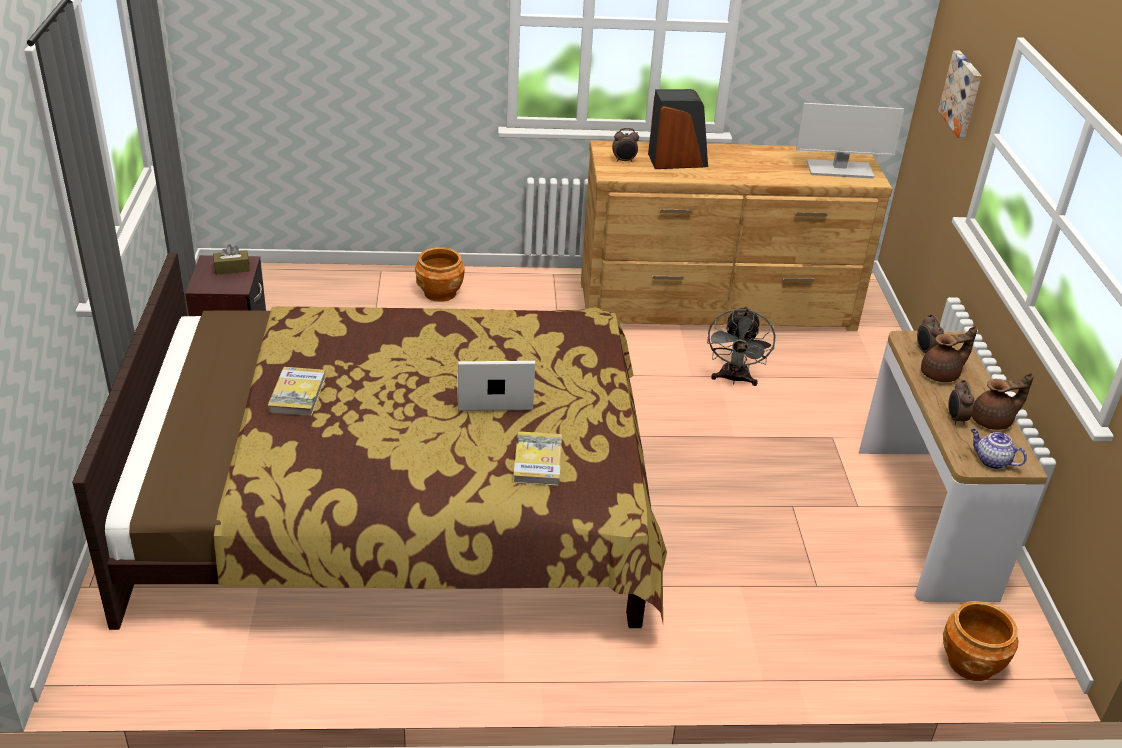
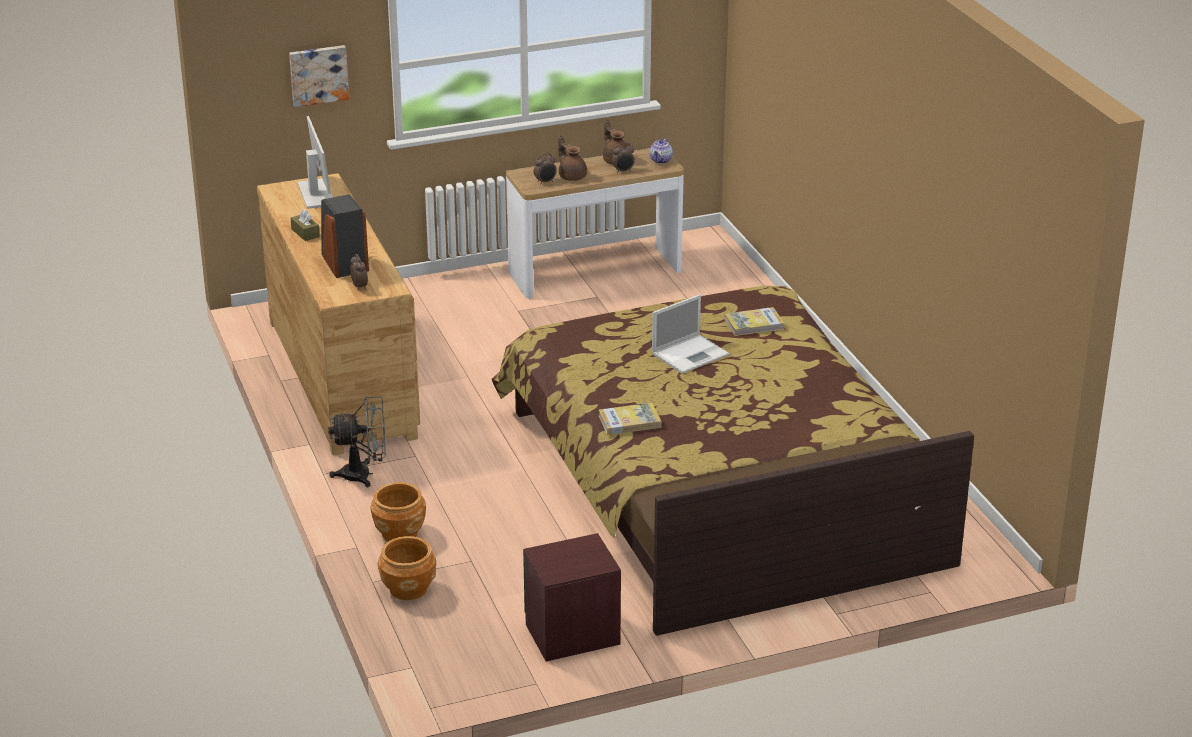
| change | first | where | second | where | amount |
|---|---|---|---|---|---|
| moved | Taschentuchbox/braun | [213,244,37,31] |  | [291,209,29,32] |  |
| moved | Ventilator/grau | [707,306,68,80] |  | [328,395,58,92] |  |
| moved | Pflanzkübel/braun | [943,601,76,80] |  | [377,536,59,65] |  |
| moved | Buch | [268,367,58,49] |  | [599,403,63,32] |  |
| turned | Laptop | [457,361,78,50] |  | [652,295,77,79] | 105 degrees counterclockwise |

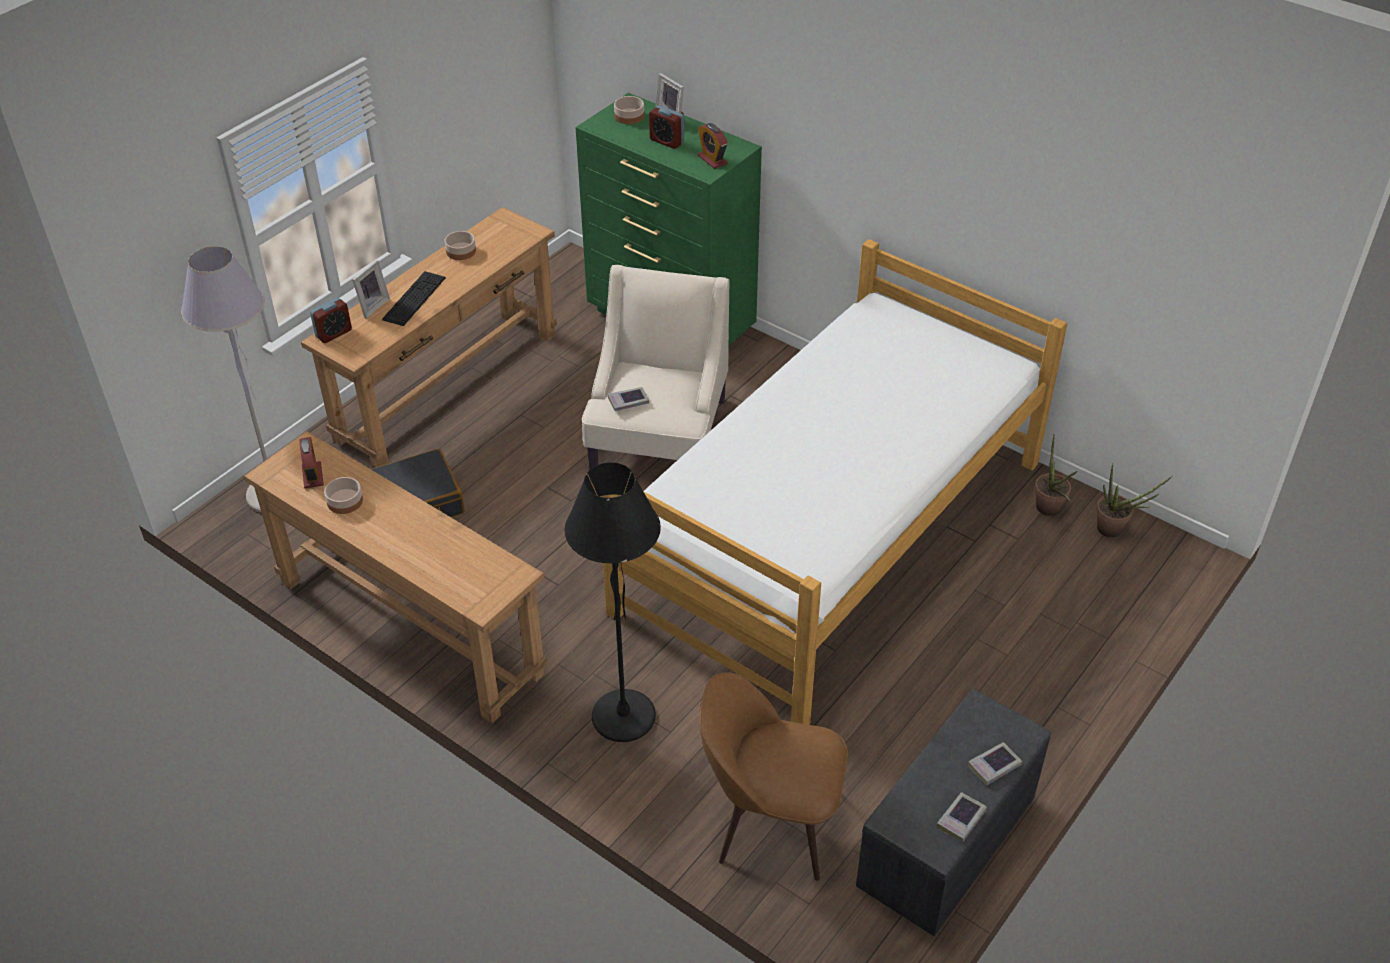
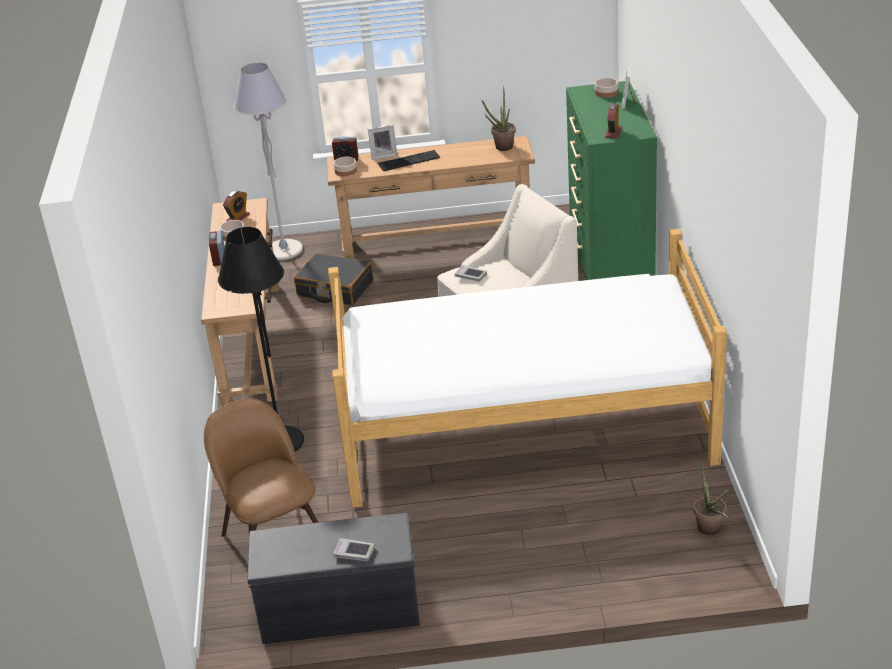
| change | first | where | second | where | amount |
|---|---|---|---|---|---|
| moved | Wecker | [649,106,35,43] |  | [209,231,16,35] |  |
| moved | Schüssel | [445,231,31,29] |  | [334,157,23,19] |  |
| moved | Topfpflanze | [1034,436,44,80] |  | [482,86,34,65] |  |
| removed | Buch | [937,792,50,50] |  |  |  |

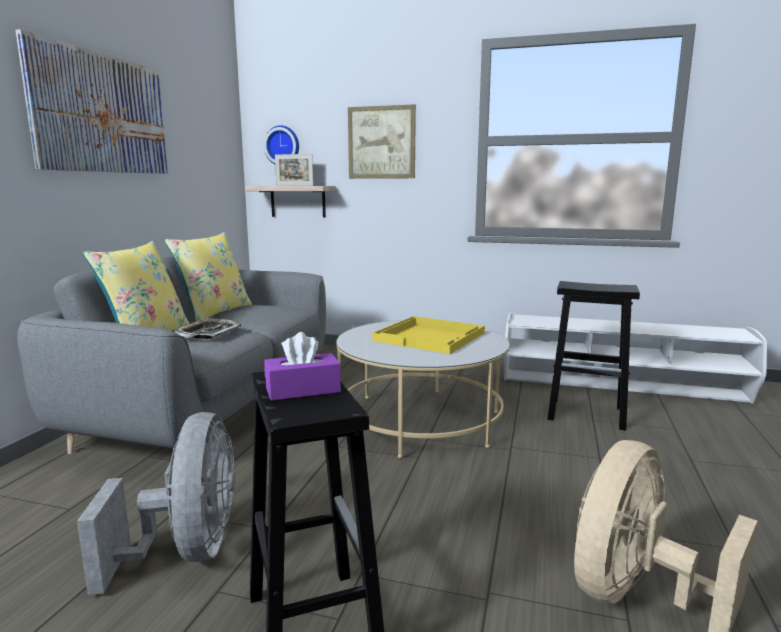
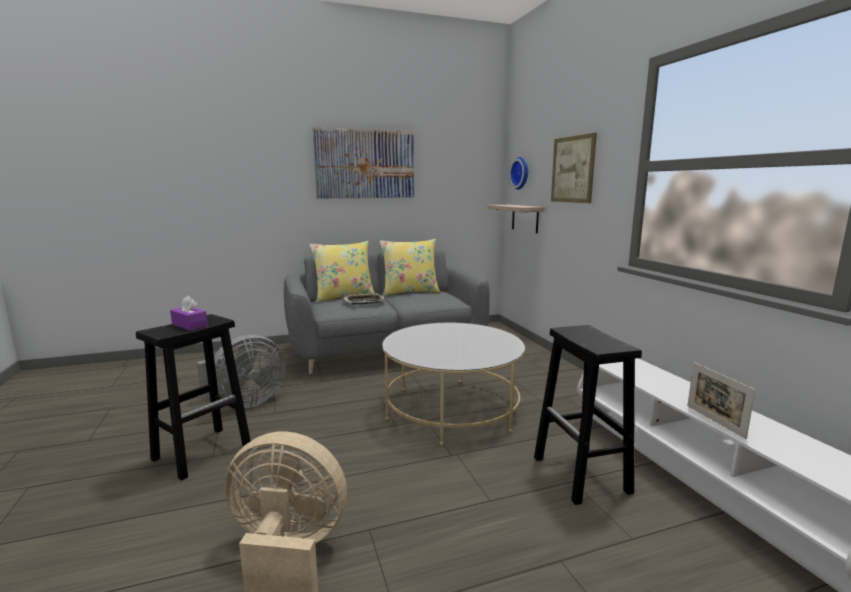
| change | first | where | second | where | amount |
|---|---|---|---|---|---|
| moved | Bilderrahmen | [275,154,39,32] |  | [687,362,68,77] |  |
| removed | Tablett/gelb | [372,316,113,38] |  |  |  |

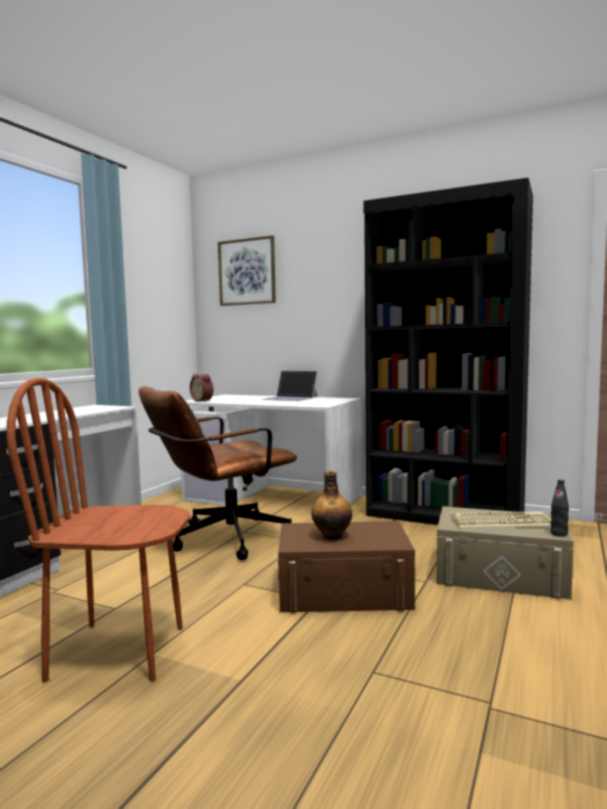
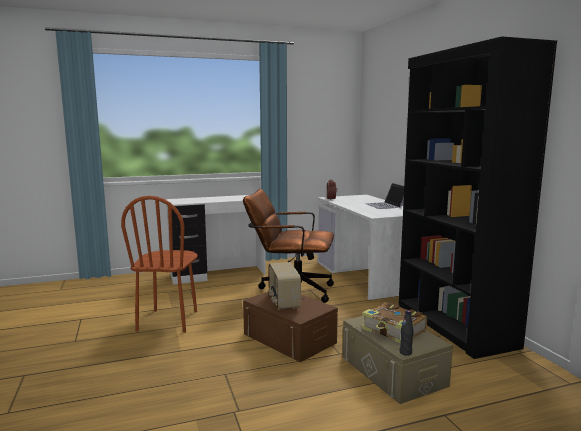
| change | first | where | second | where | amount |
|---|---|---|---|---|---|
| turned | Stuhl/braun | [6,378,184,305] |  | [121,196,76,137] | 135 degrees counterclockwise |
| replaced | Flasche | [311,471,41,69] | Radio | [268,262,33,48] |  |
| replaced | Tastatur | [451,511,100,18] | Buch | [362,303,65,41] |  |
| removed | Bild | [218,235,58,71] |  |  |  |

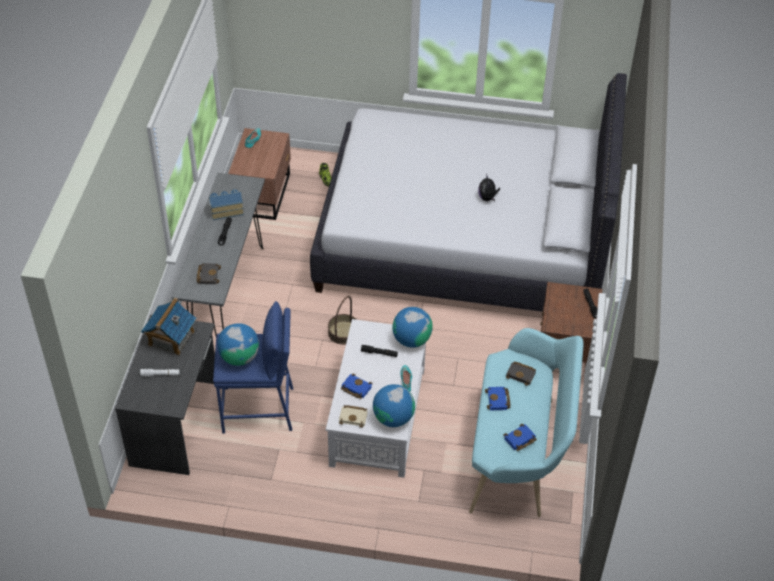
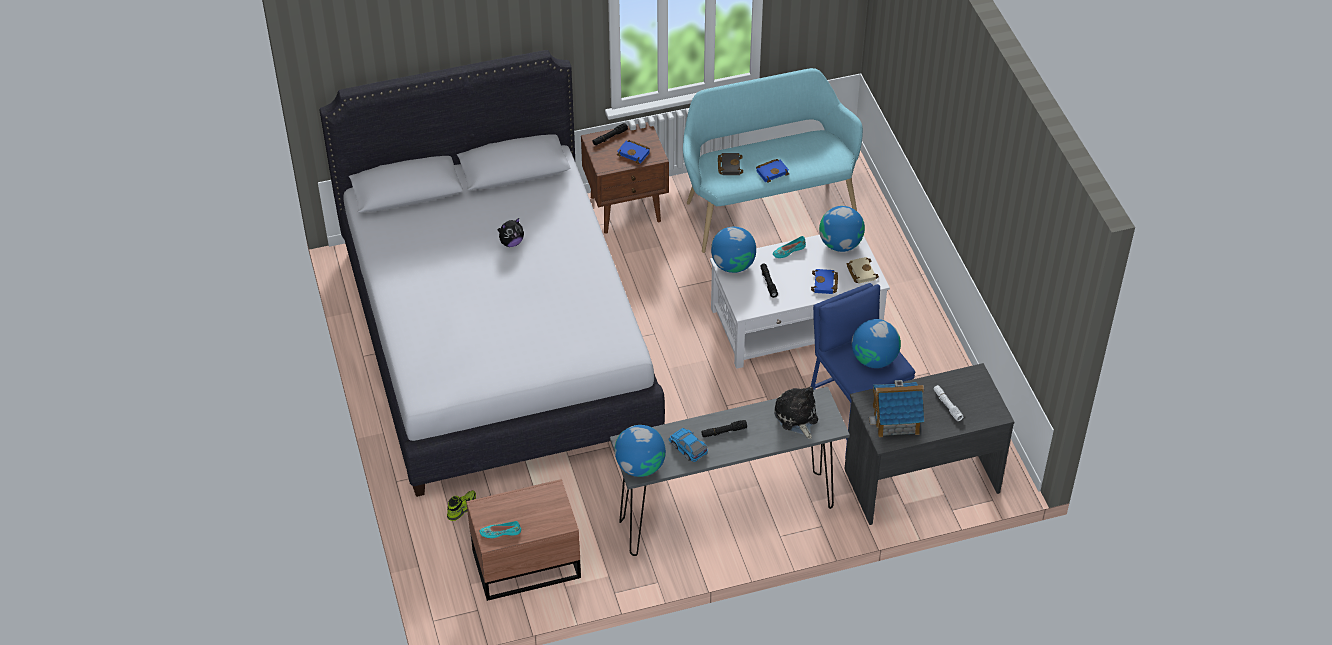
| change | first | where | second | where | amount |
|---|---|---|---|---|---|
| added |  |  | Globus | [615,425,51,52] |  |
| moved | Buch/blau | [503,424,34,27] |  | [617,140,33,24] |  |
| replaced | Spielzeughaus | [209,189,35,31] | Spielzeugauto | [668,428,40,34] |  |
| replaced | Buch/schwarz | [197,263,24,21] | Plüschtier | [774,386,44,53] |  |
| removed | Korb | [328,296,29,49] |  |  |  |

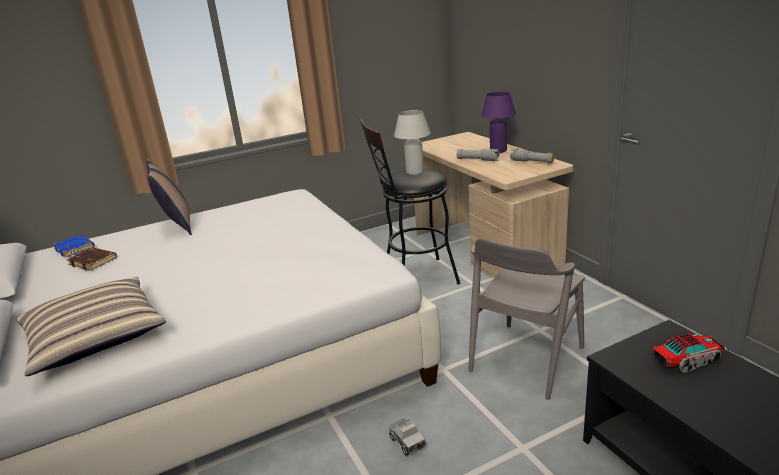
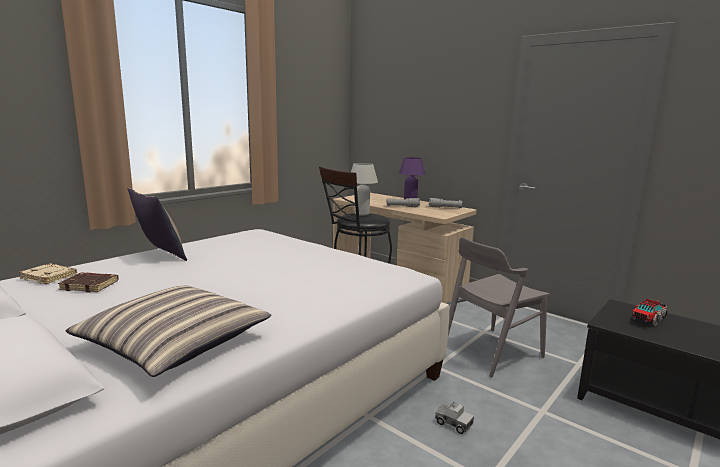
| change | first | where | second | where | amount |
|---|---|---|---|---|---|
| recoloured | Buch/blau | [53,235,42,23] | Buch/beige | [19,264,58,20] |  |
| turned | Stuhl/grau | [468,238,117,162] |  | [448,237,102,141] | 45 degrees clockwise |

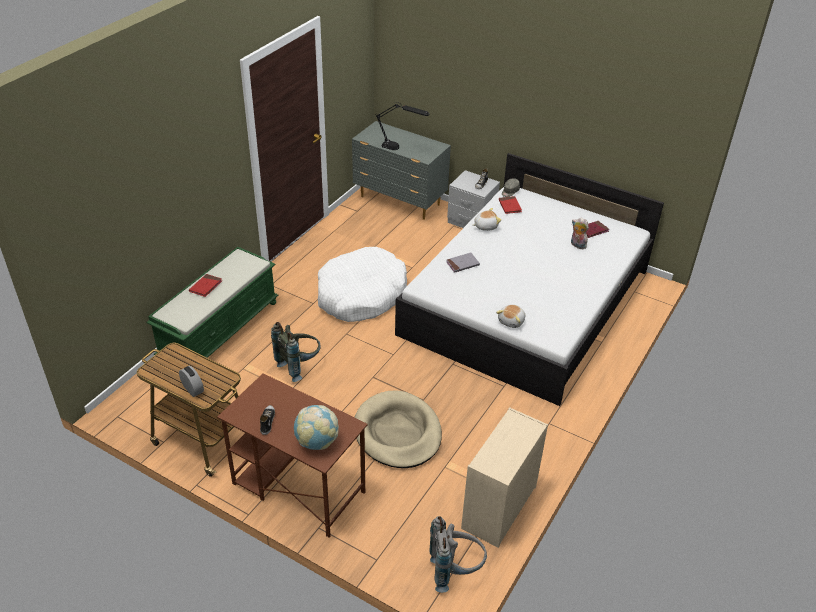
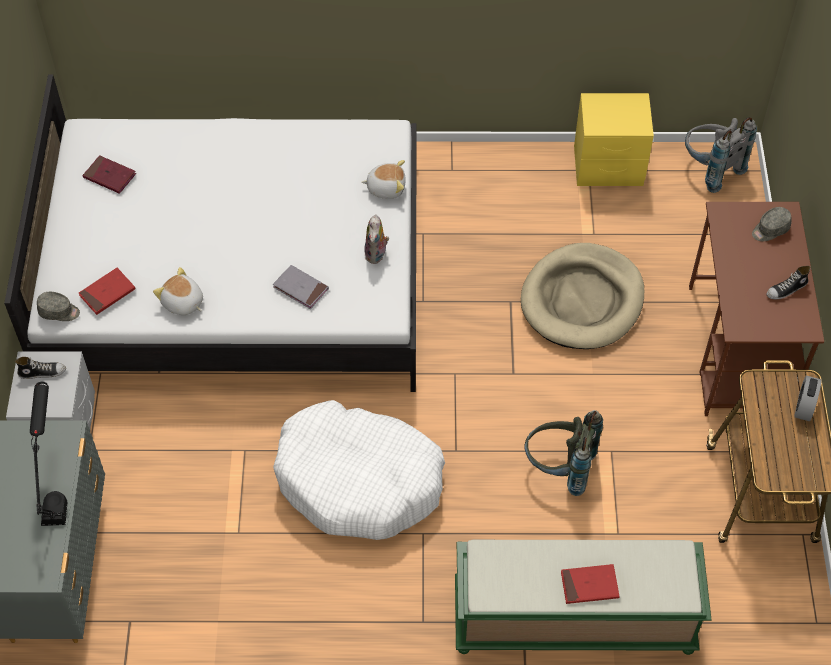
| change | first | where | second | where | amount |
|---|---|---|---|---|---|
| moved | Plüschtier | [571,218,18,31] |  | [364,215,25,49] |  |
| replaced | Kommode/beige | [461,407,87,141] | Nachttisch/gelb | [574,93,80,93] |  |
| replaced | Globus | [294,405,45,45] | Kappe/grau | [752,207,40,34] |  |

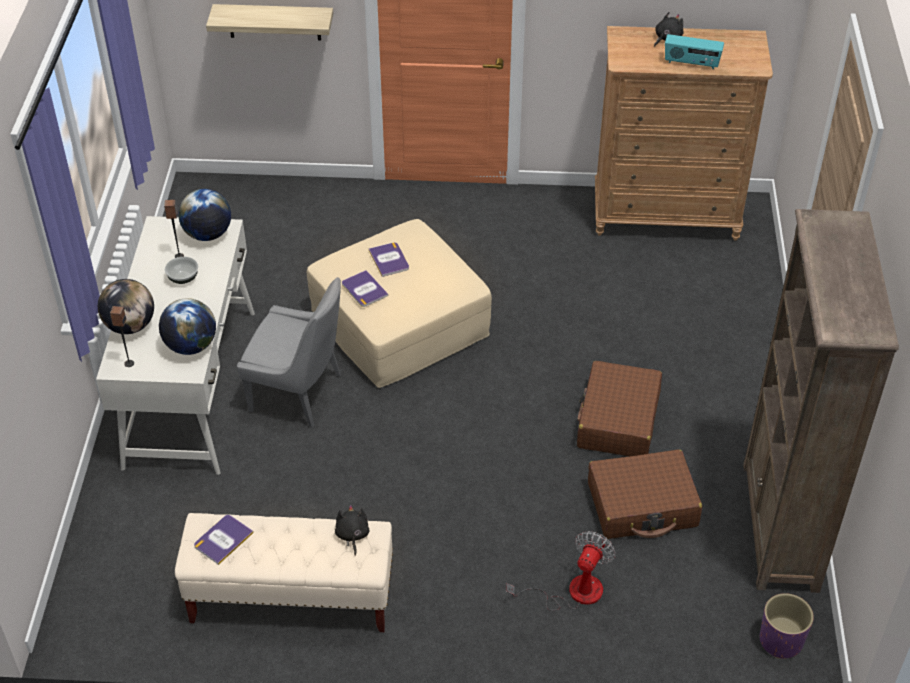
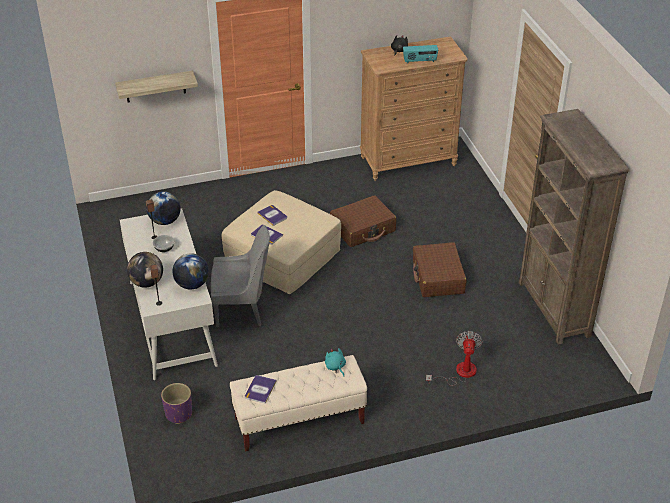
| change | first | where | second | where | amount |
|---|---|---|---|---|---|
| moved | Pflanzkübel/lila | [760,593,54,66] |  | [161,383,31,41] |  |
| recoloured | Plüschtier/schwarz | [335,505,35,51] | Plüschtier/türkis | [325,348,21,29] |  |
| moved | Koffer/braun | [588,449,114,90] |  | [330,195,66,52] |  |

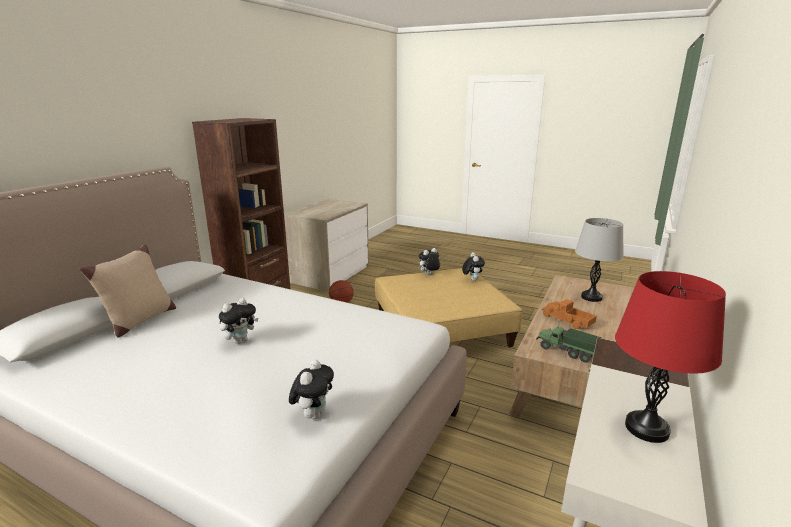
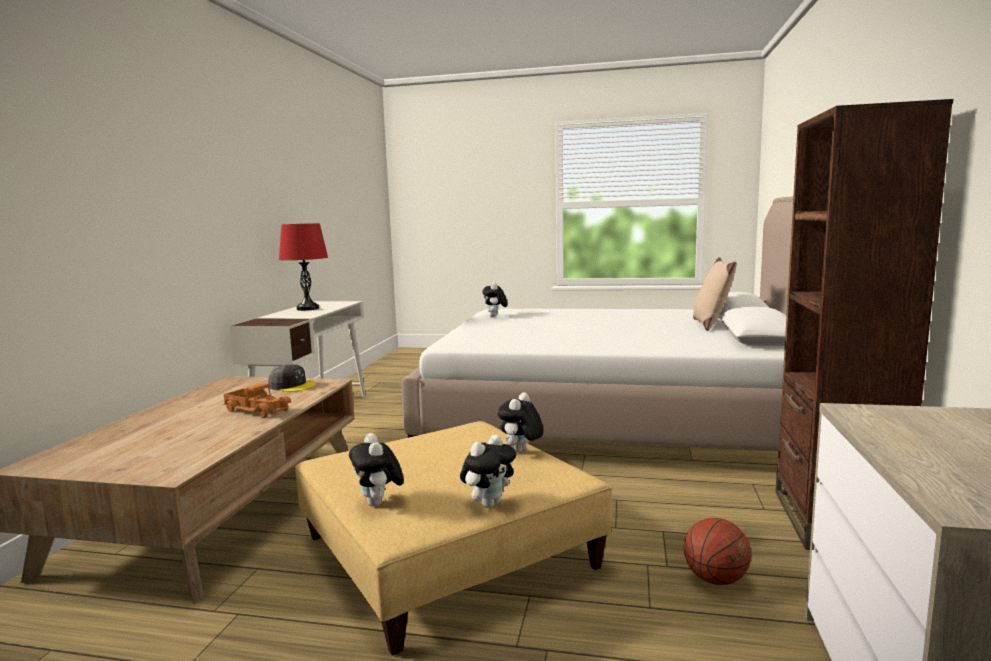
| change | first | where | second | where | amount |
|---|---|---|---|---|---|
| replaced | Spielzeuglaster | [536,327,67,36] | Kappe/grau | [268,364,48,28] |  |
| moved | Plüschtier | [219,298,39,46] |  | [497,392,46,61] |  |
| removed | Tischlampe/grau | [575,218,49,84] |  |  |  |

